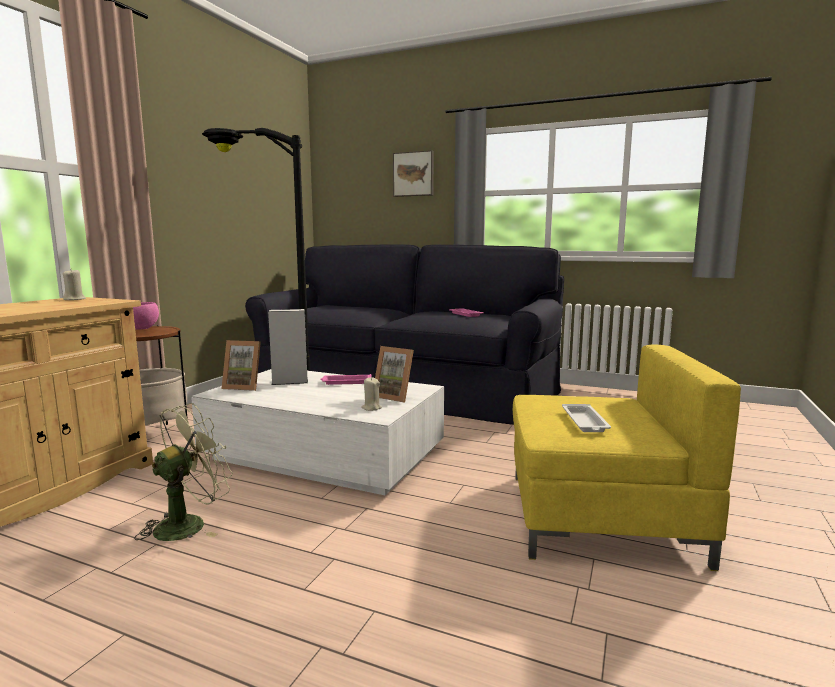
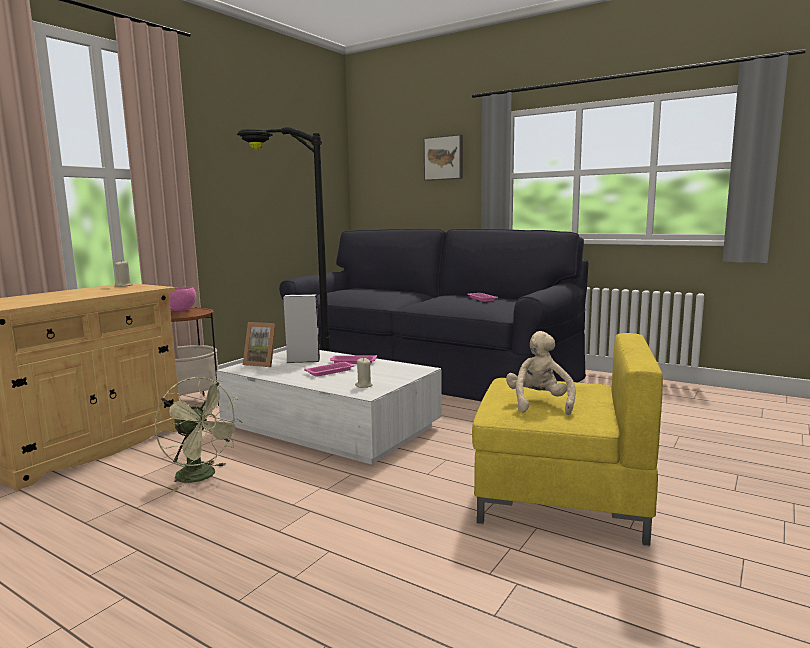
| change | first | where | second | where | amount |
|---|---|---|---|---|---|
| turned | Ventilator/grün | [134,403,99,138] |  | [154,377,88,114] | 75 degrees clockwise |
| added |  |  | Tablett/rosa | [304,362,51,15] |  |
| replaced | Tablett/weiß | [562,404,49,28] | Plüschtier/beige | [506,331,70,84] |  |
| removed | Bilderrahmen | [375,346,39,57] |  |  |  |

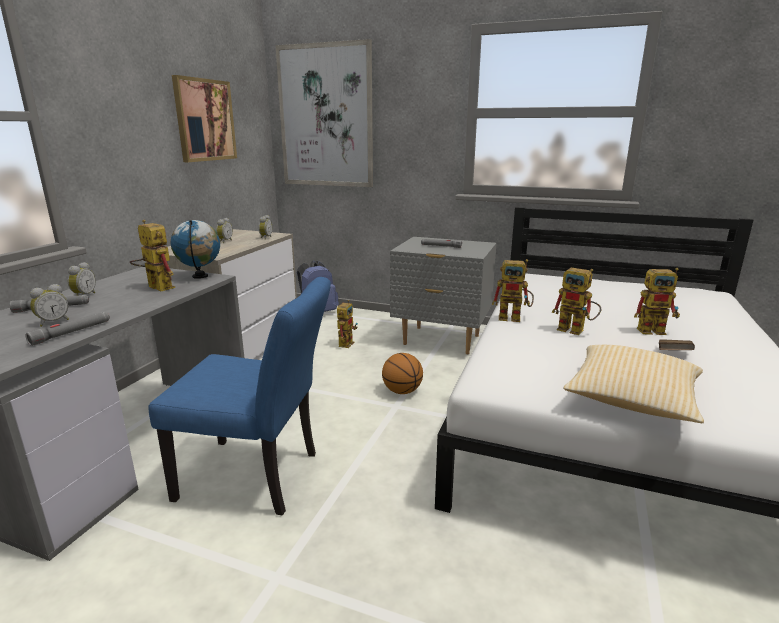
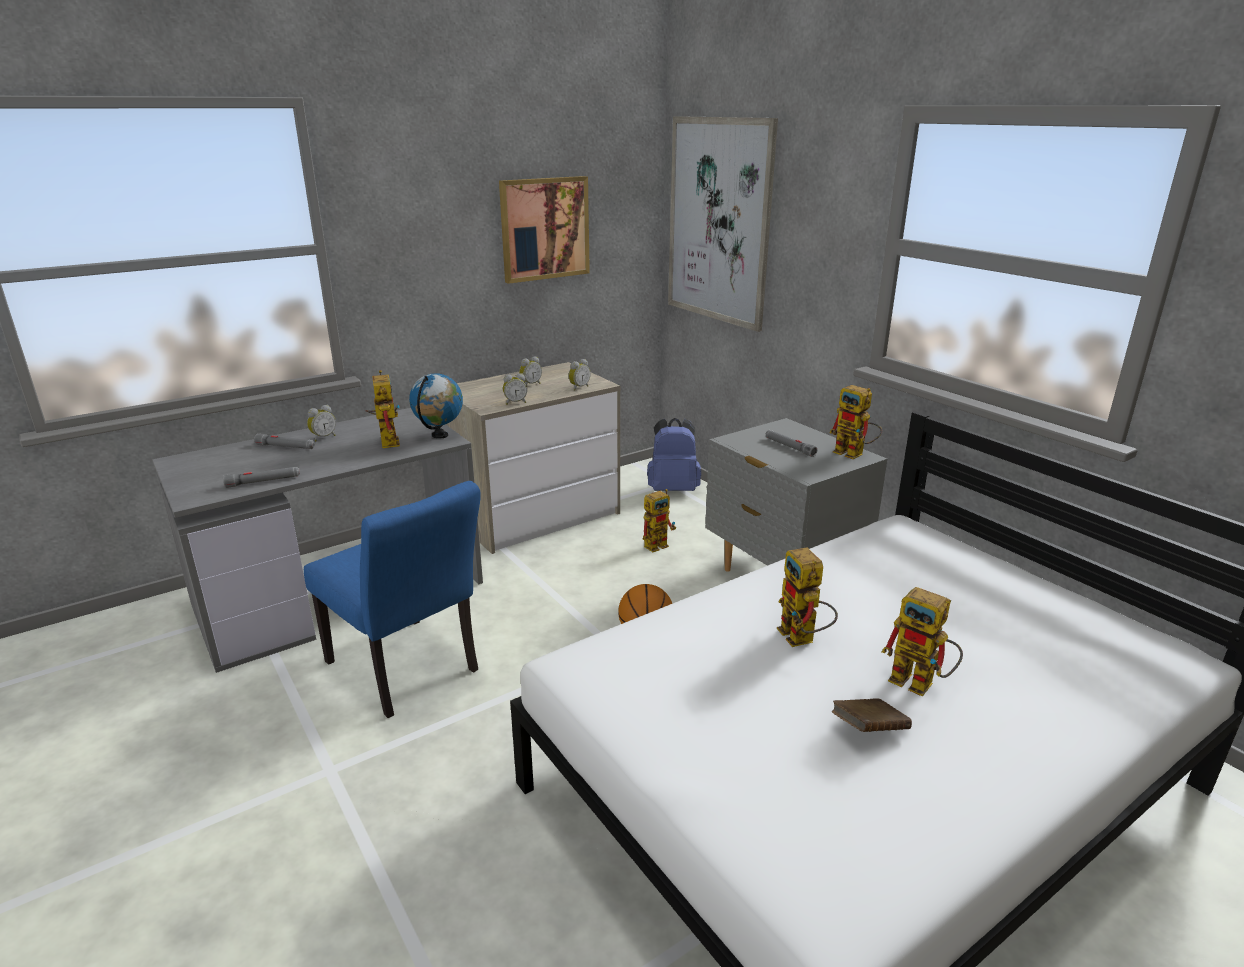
| change | first | where | second | where | amount |
|---|---|---|---|---|---|
| moved | Wecker | [30,284,39,43] |  | [503,373,24,32] |  |
| moved | Spielzeugroboter | [492,259,42,63] |  | [829,385,53,74] |  |
| removed | Kissen | [563,345,141,78] |  |  |  |

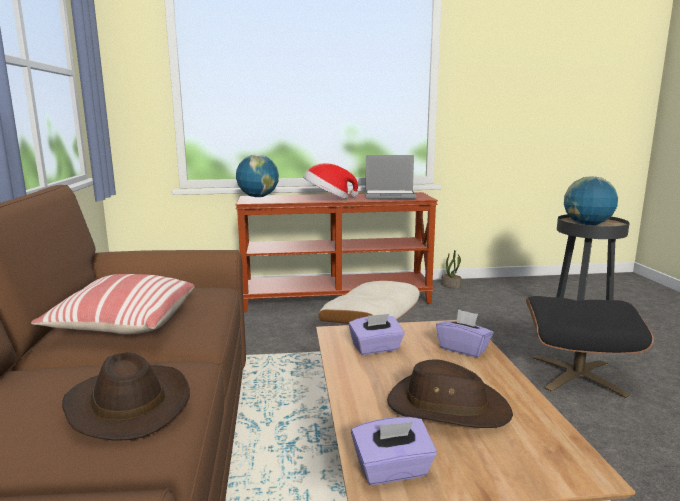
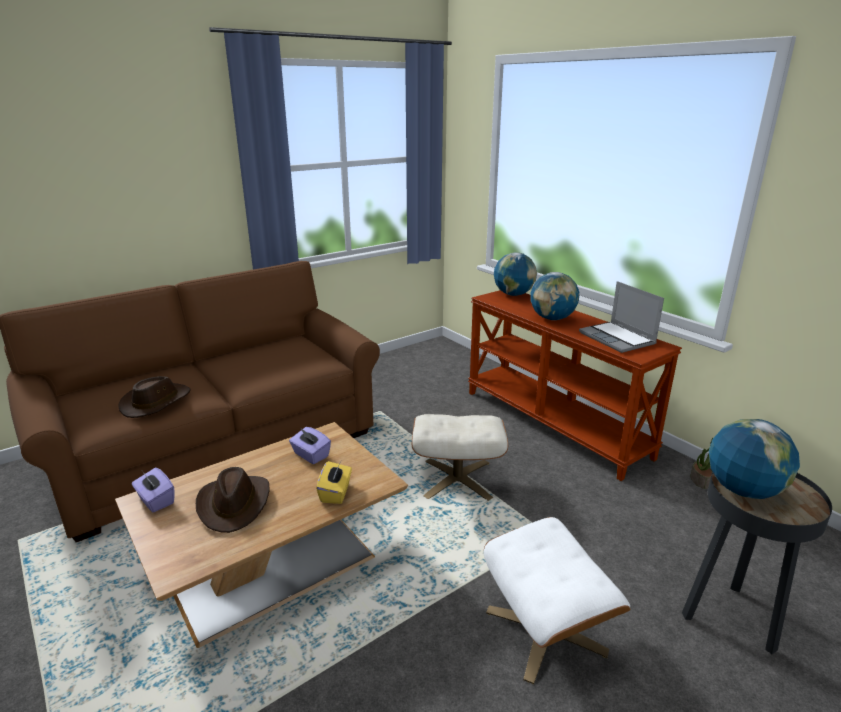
| change | first | where | second | where | amount |
|---|---|---|---|---|---|
| recoloured | Taschentuchbox/lila | [436,309,57,49] | Taschentuchbox/gelb | [316,461,36,43] |  |
| recoloured | Polsterhocker/schwarz | [526,296,128,102] | Polsterhocker/weiß | [484,517,147,167] |  |
| replaced | Hut | [303,163,55,36] | Globus | [530,272,49,48] |  |
| removed | Kissen | [31,274,164,60] |  |  |  |

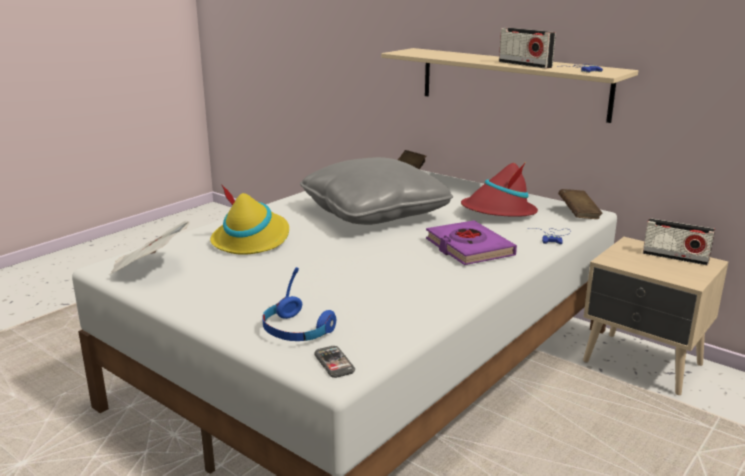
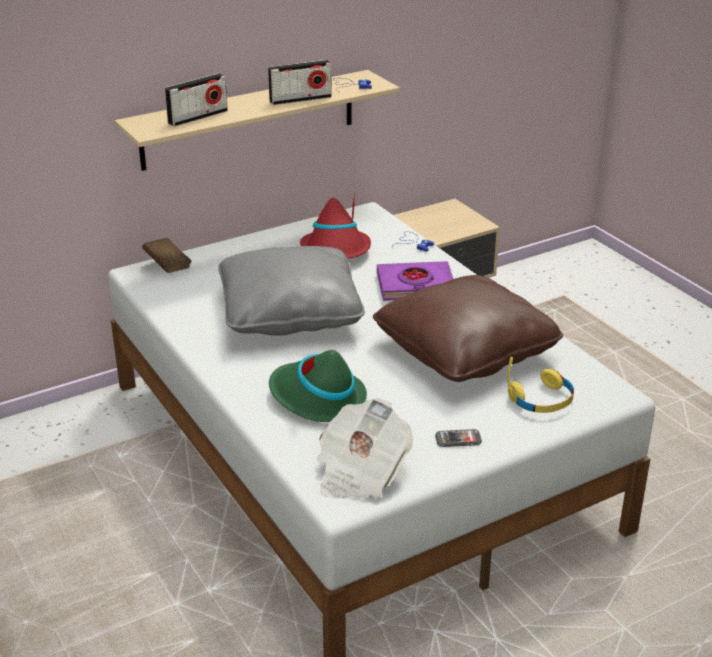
| change | first | where | second | where | amount |
|---|---|---|---|---|---|
| moved | Radio | [643,218,72,47] |  | [164,73,64,53] |  |
| recoloured | Hut/gelb | [210,184,79,71] | Hut/grün | [269,350,98,72] |  |
| added |  |  | Kissen/braun | [373,275,190,107] |  |
| moved | Handy | [314,346,41,32] |  | [435,429,47,18] |  |
| recoloured | Kopfhörer/blau | [263,267,73,74] | Kopfhörer/gelb | [507,357,67,56] |  |
| removed | Buch/braun | [558,189,45,30] |  |  |  |

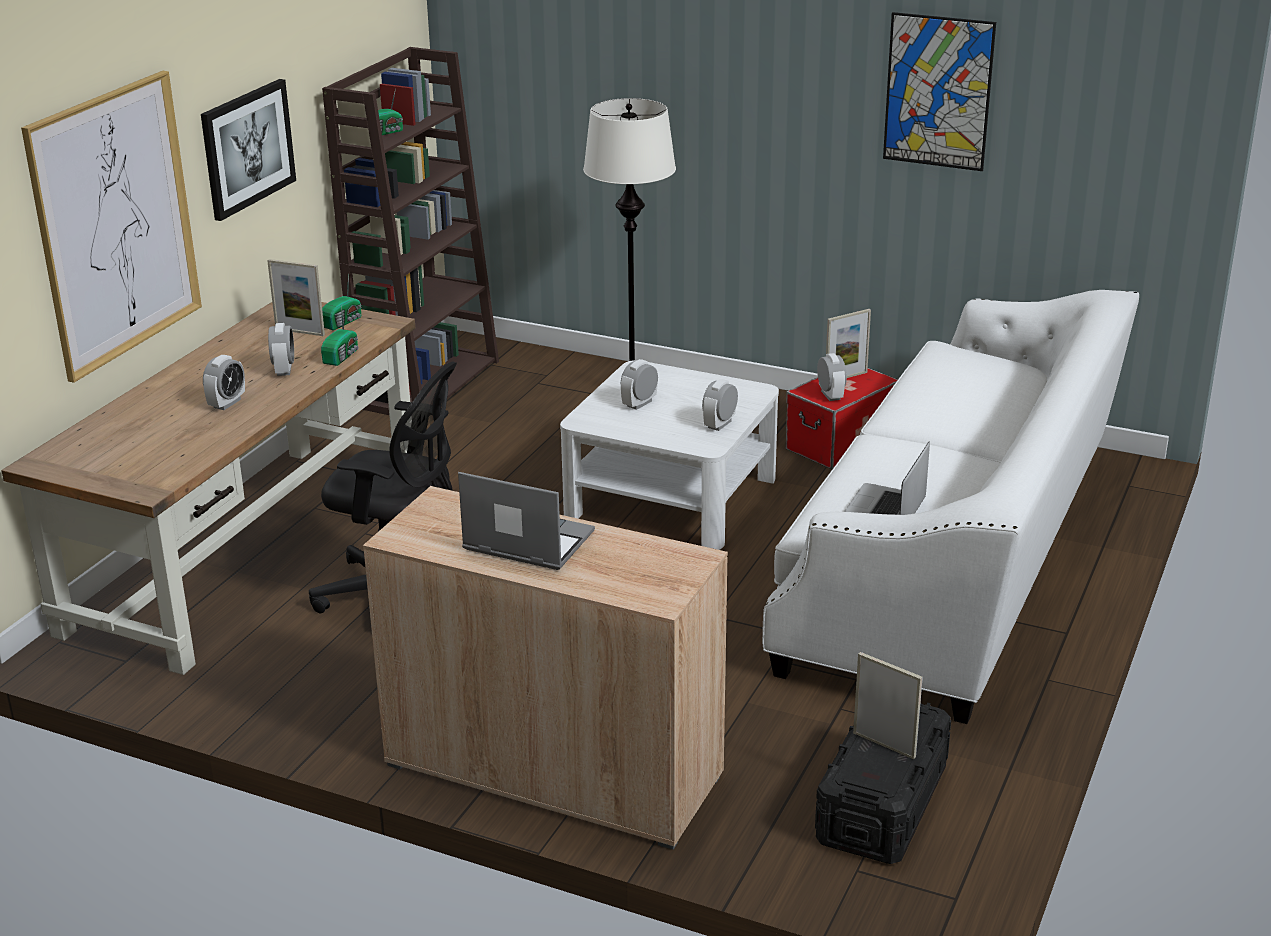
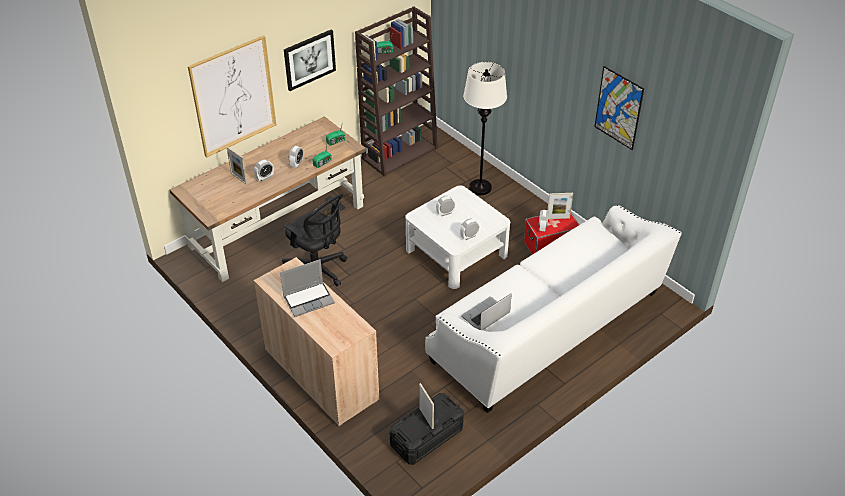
| change | first | where | second | where | amount |
|---|---|---|---|---|---|
| moved | Bilderrahmen | [267,259,58,77] |  | [227,147,20,37] |  |
| turned | Laptop | [458,472,137,98] |  | [280,259,55,58] | 105 degrees clockwise |

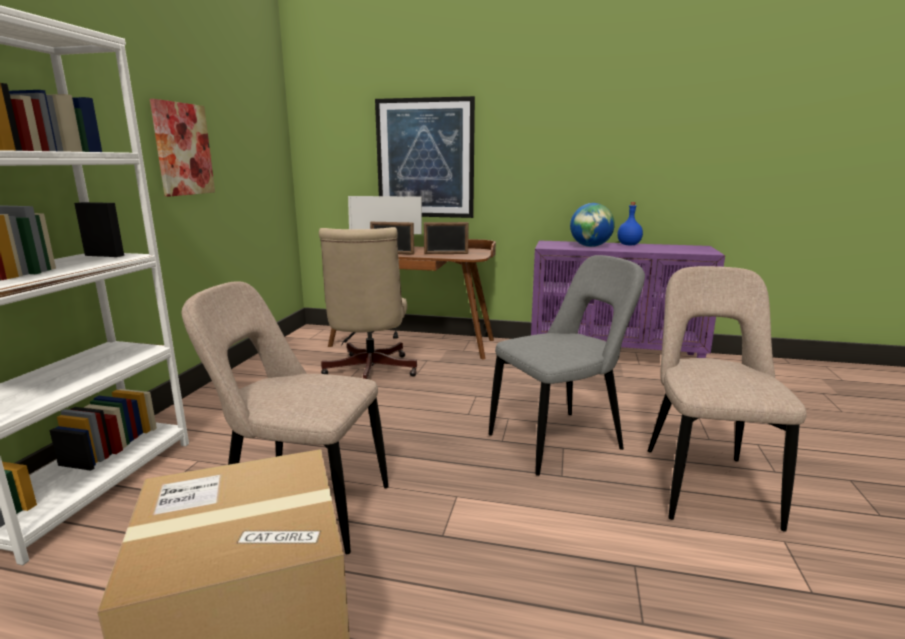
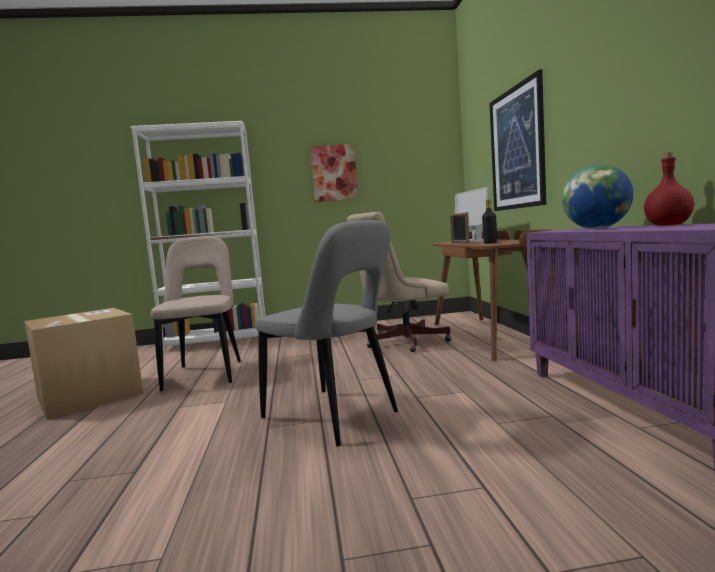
| change | first | where | second | where | amount |
|---|---|---|---|---|---|
| replaced | Bilderrahmen | [424,222,45,32] | Flasche/schwarz | [482,199,15,45] |  |
| recoloured | Flasche/blau | [618,202,25,43] | Flasche/rot | [644,152,50,74] |  |
| removed | Stuhl/beige | [648,266,159,265] |  |  |  |

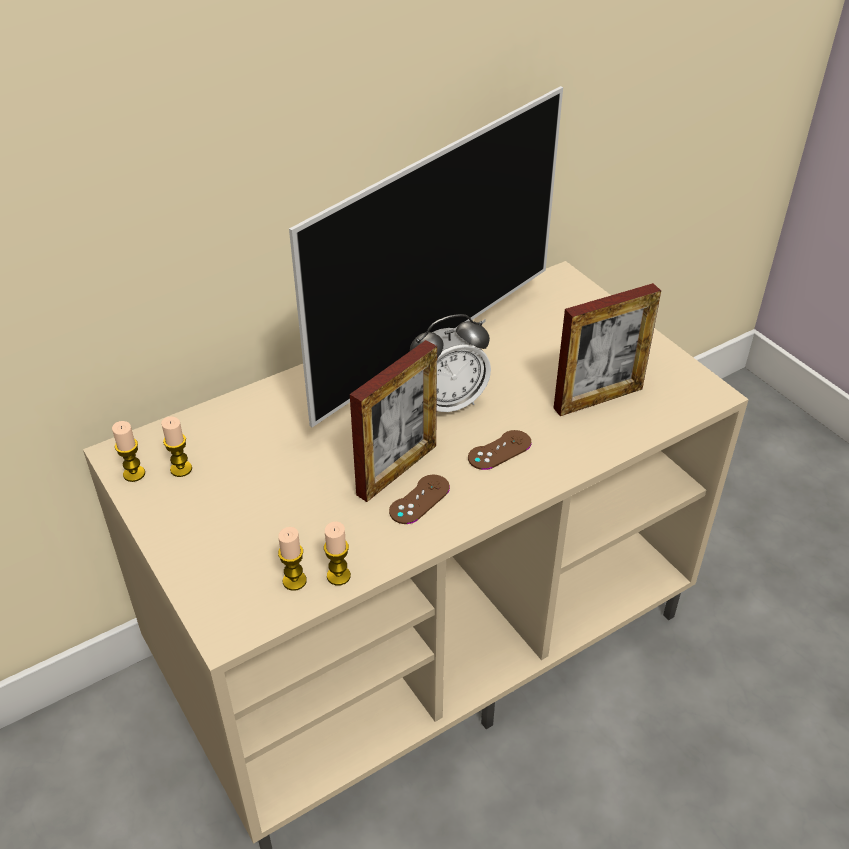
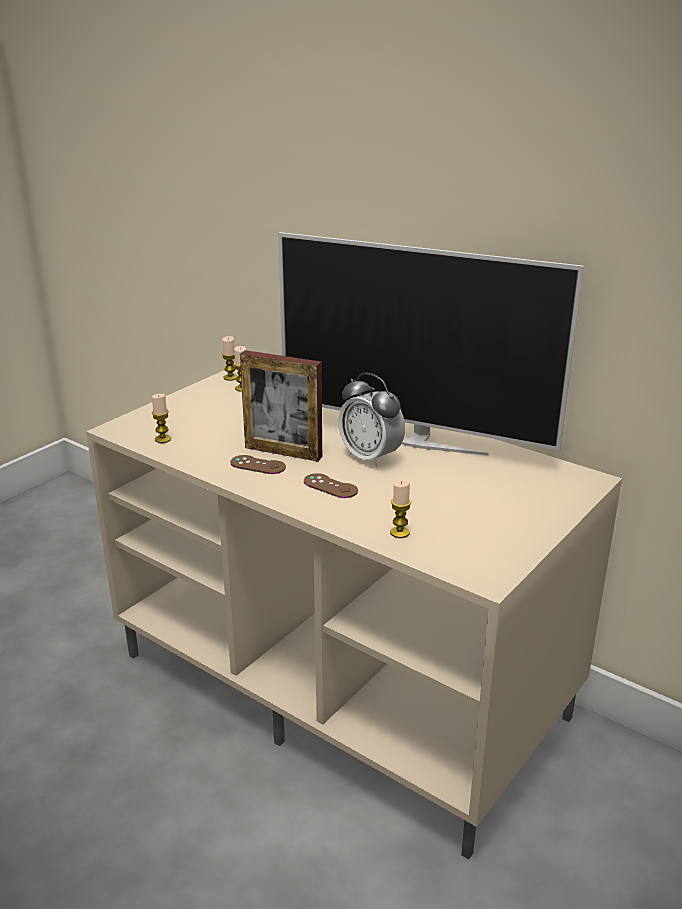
| change | first | where | second | where | amount |
|---|---|---|---|---|---|
| moved | Kerze | [324,521,27,65] |  | [390,479,21,59] |  |
| removed | Bilderrahmen | [554,283,107,133] |  |  |  |

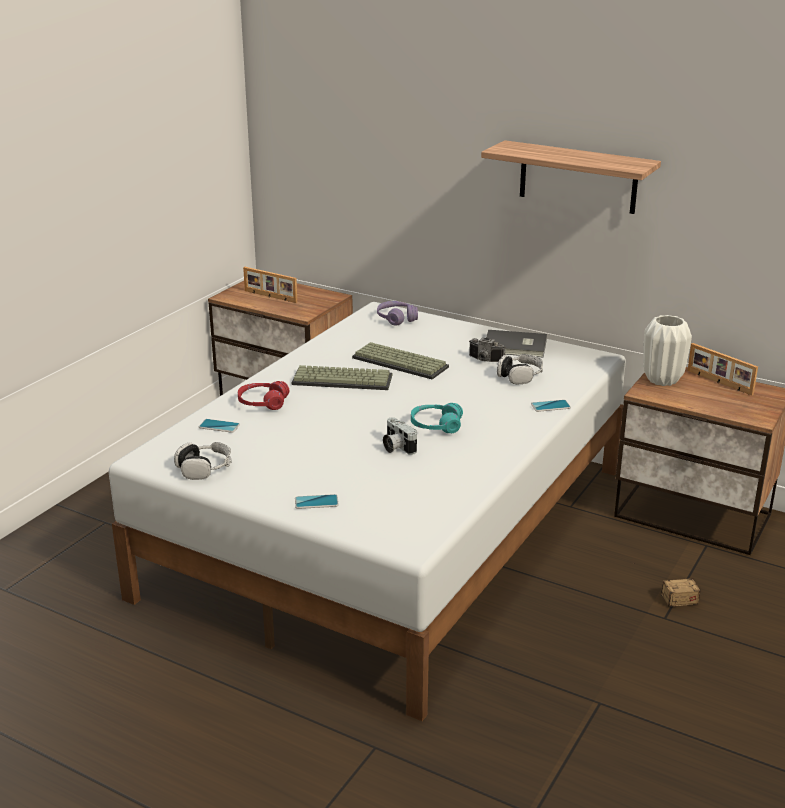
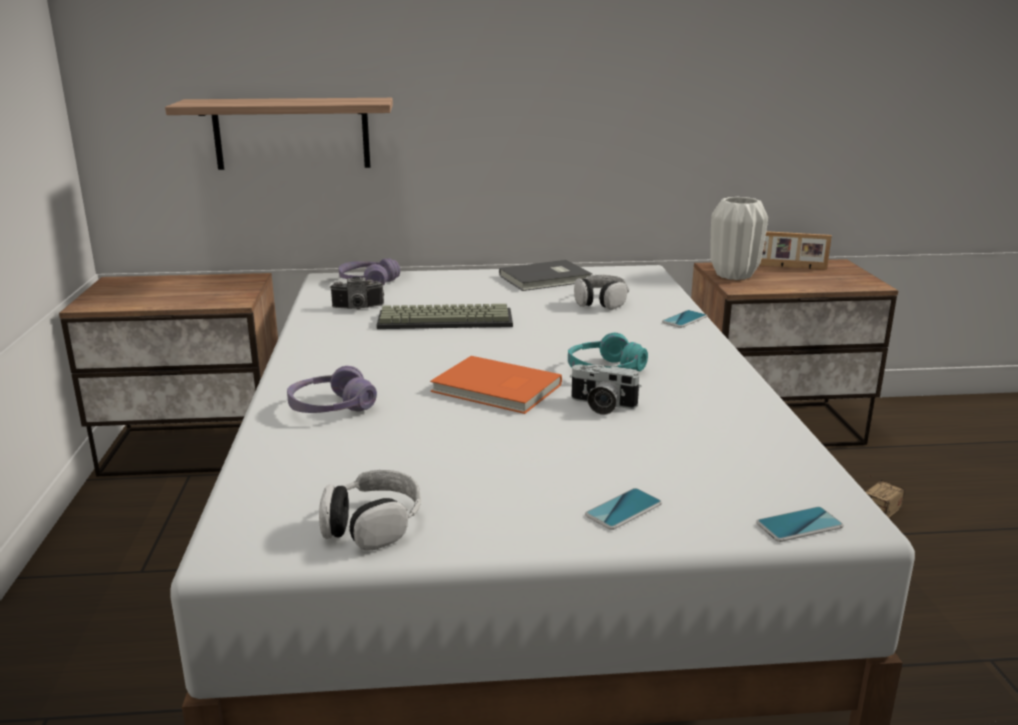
| change | first | where | second | where | amount |
|---|---|---|---|---|---|
| moved | Wandregal | [481,140,180,74] |  | [165,98,228,72] |  |
| recoloured | Kopfhörer/rot | [238,381,51,29] | Kopfhörer/lila | [287,366,90,47] |  |
| moved | Kamera | [469,337,37,25] |  | [329,277,55,32] |  |
| added |  |  | Buch/orange | [430,356,132,58] |  |
| moved | Handy | [199,419,41,14] |  | [756,507,88,35] |  |
| removed | Bilderrahmen | [243,267,54,36] |  |  |  |
| removed | Tastatur | [292,365,100,25] |  |  |  |

